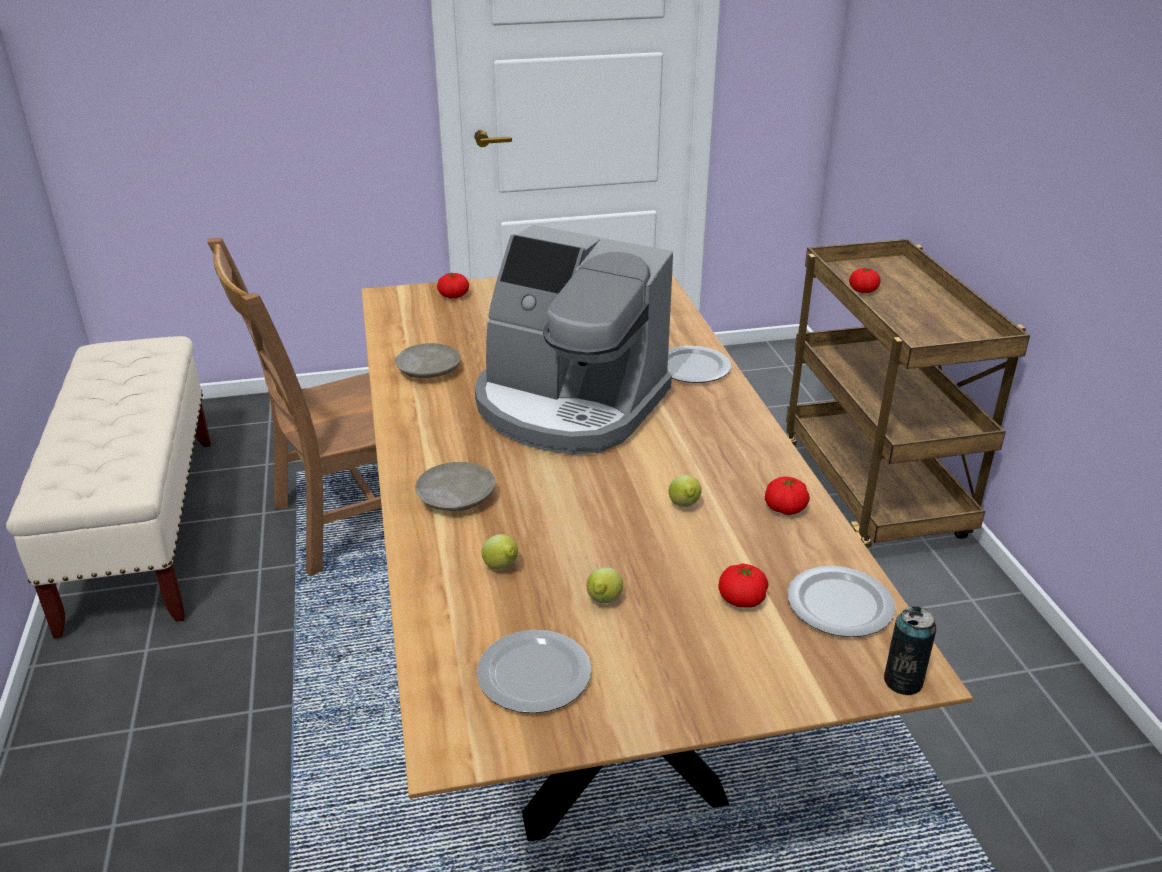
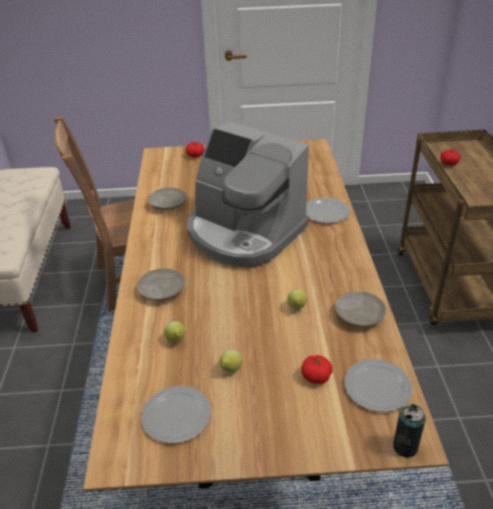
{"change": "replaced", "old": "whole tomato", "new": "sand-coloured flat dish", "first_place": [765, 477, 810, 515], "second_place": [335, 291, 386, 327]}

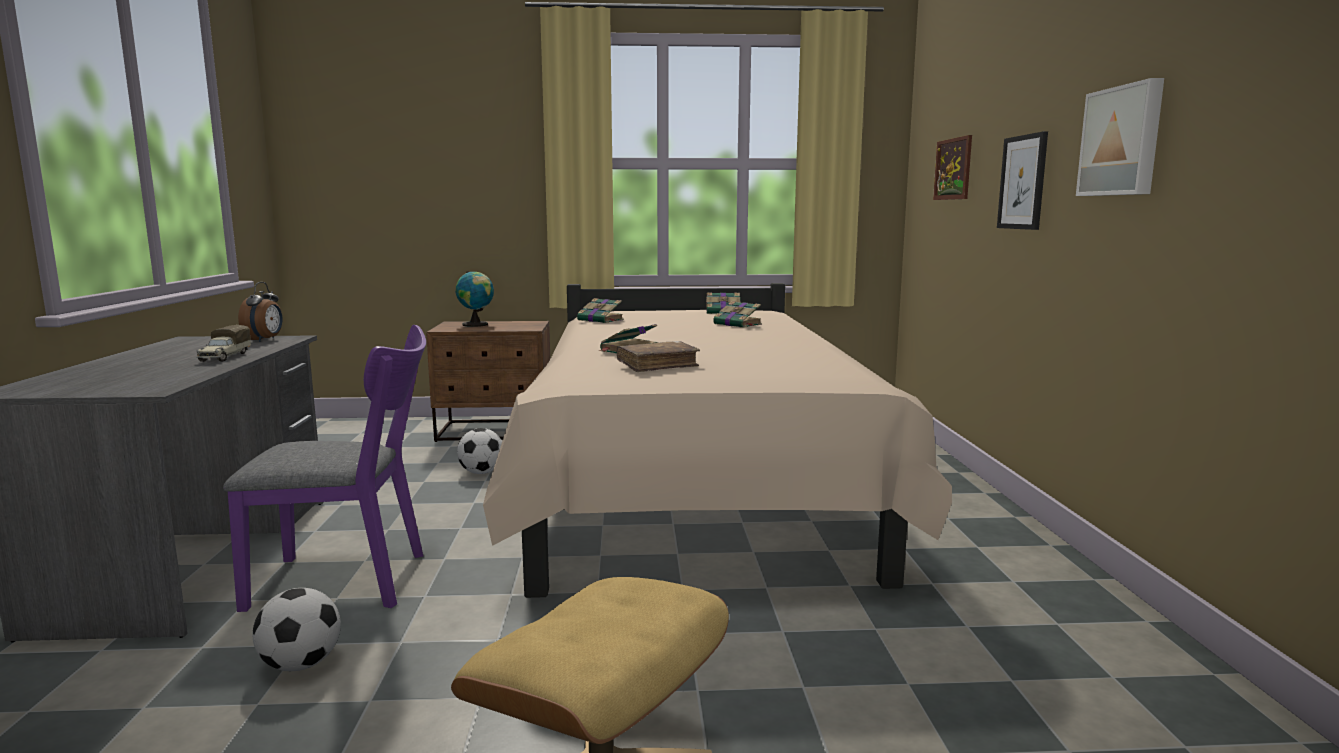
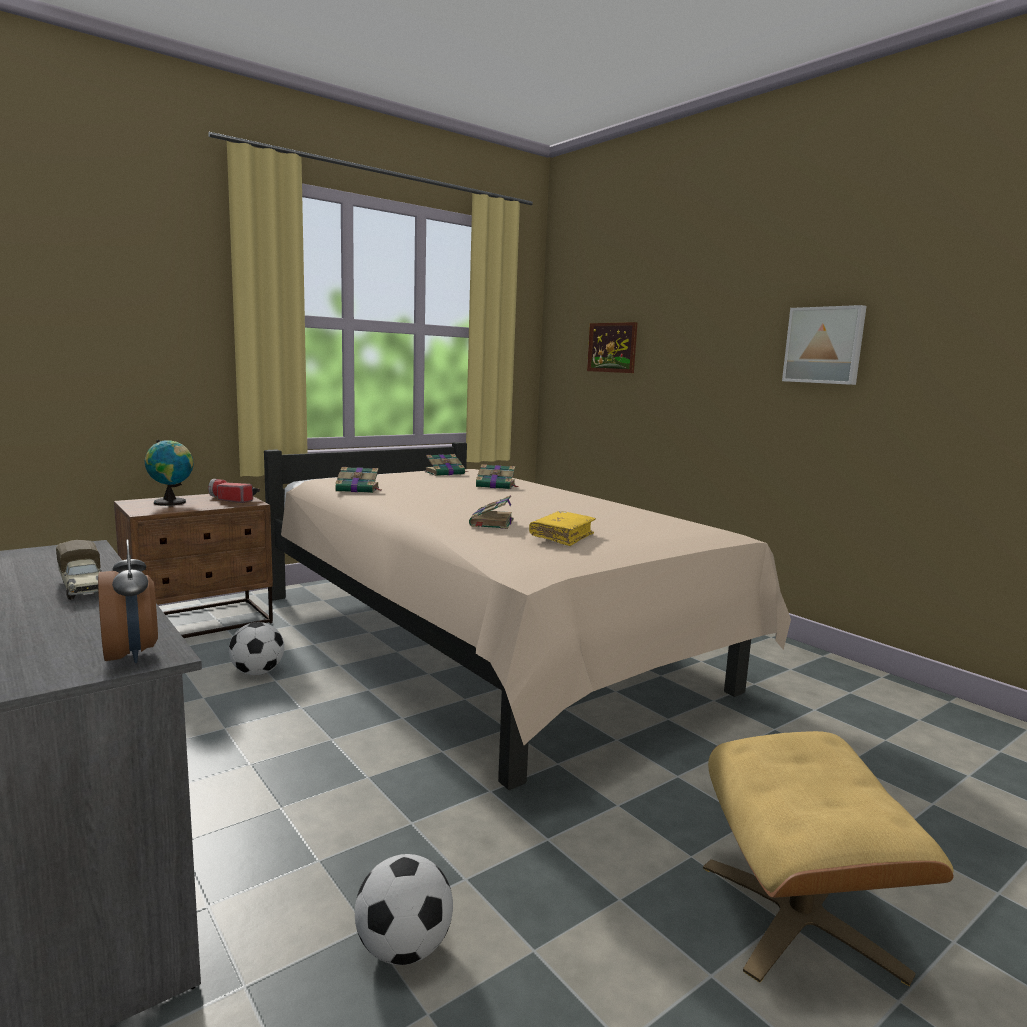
{"change": "removed", "old": "purple upright chair", "first_place": [223, 325, 426, 612]}
{"change": "moved", "old": "bedside clock", "first_place": [238, 282, 283, 342], "second_place": [98, 539, 158, 663]}
{"change": "recoloured", "old": "brownish volume", "new": "yellowish volume", "first_place": [617, 341, 700, 372], "second_place": [529, 511, 596, 546]}
{"change": "removed", "old": "wall picture", "first_place": [997, 131, 1048, 230]}
{"change": "added", "new": "torch", "second_place": [208, 479, 260, 503]}

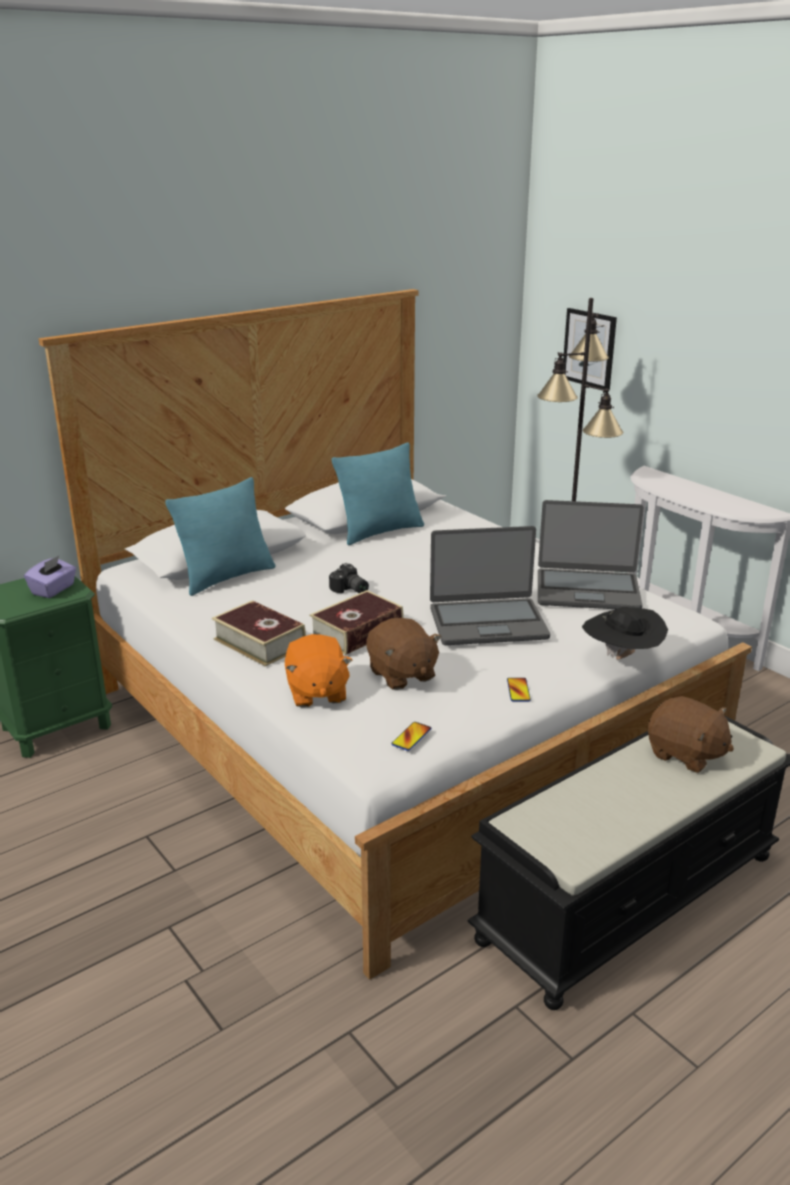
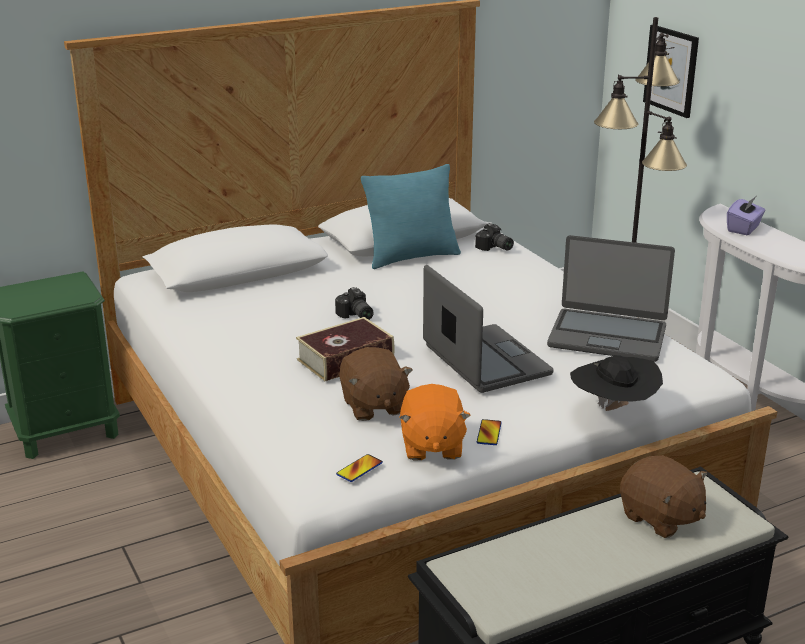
{"change": "moved", "old": "purple tissue box", "first_place": [24, 556, 76, 598], "second_place": [727, 197, 765, 235]}
{"change": "removed", "old": "blue-green throw pillow", "first_place": [165, 477, 276, 596]}
{"change": "removed", "old": "volume", "first_place": [212, 600, 306, 667]}
{"change": "moved", "old": "orange plush toy", "first_place": [285, 634, 352, 707], "second_place": [399, 384, 471, 460]}
{"change": "turned", "old": "portable computer", "first_place": [430, 526, 550, 645], "second_place": [423, 265, 554, 393], "degrees": -120}
{"change": "added", "new": "still camera", "second_place": [475, 223, 514, 251]}

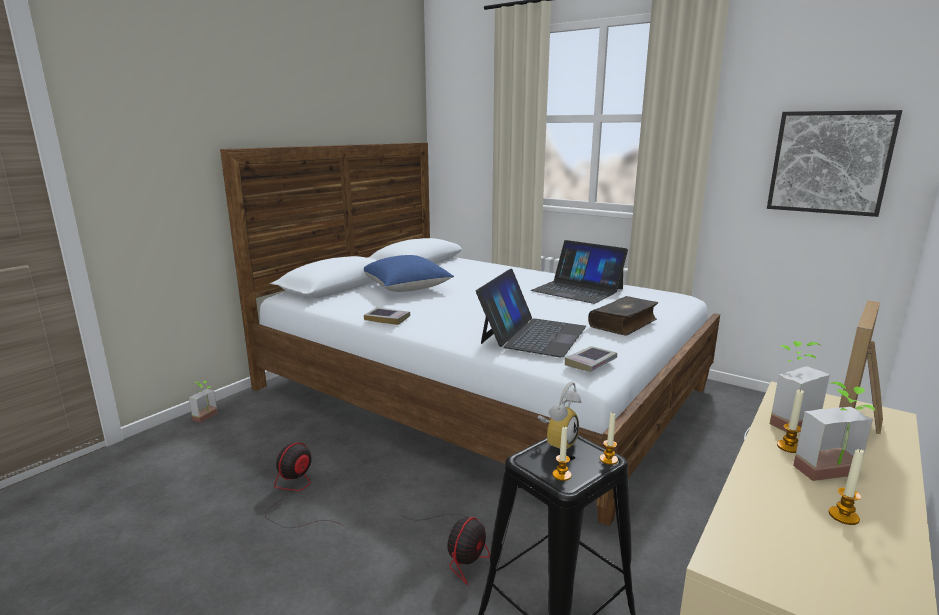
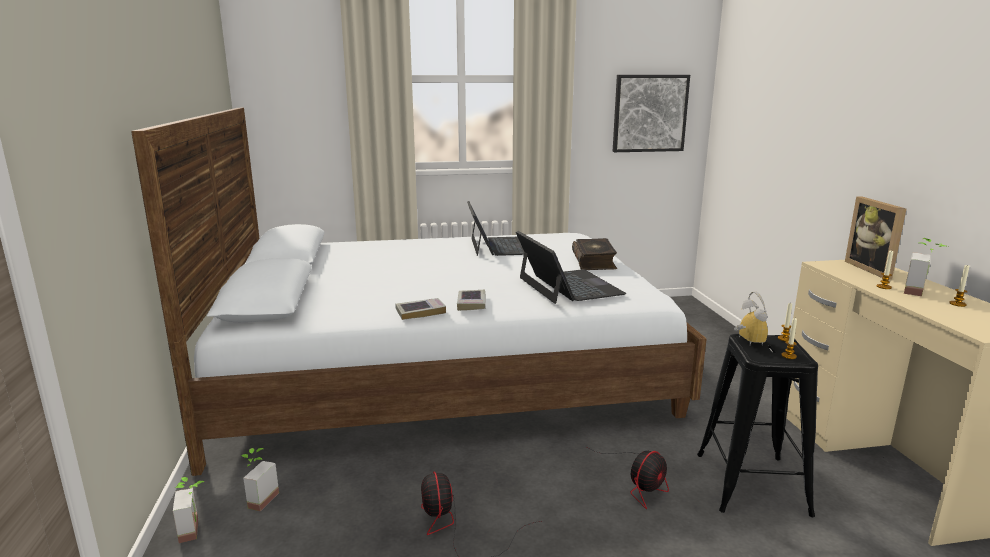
{"change": "removed", "old": "blue throw pillow", "first_place": [364, 255, 454, 292]}
{"change": "turned", "old": "electric fan", "first_place": [400, 514, 490, 585], "second_place": [587, 447, 669, 509], "degrees": 60}
{"change": "turned", "old": "portable computer", "first_place": [531, 240, 628, 304], "second_place": [467, 201, 524, 256], "degrees": -90}
{"change": "moved", "old": "volume", "first_place": [565, 346, 617, 372], "second_place": [457, 290, 486, 311]}
{"change": "moved", "old": "potted plant", "first_place": [770, 341, 830, 432], "second_place": [241, 448, 279, 511]}

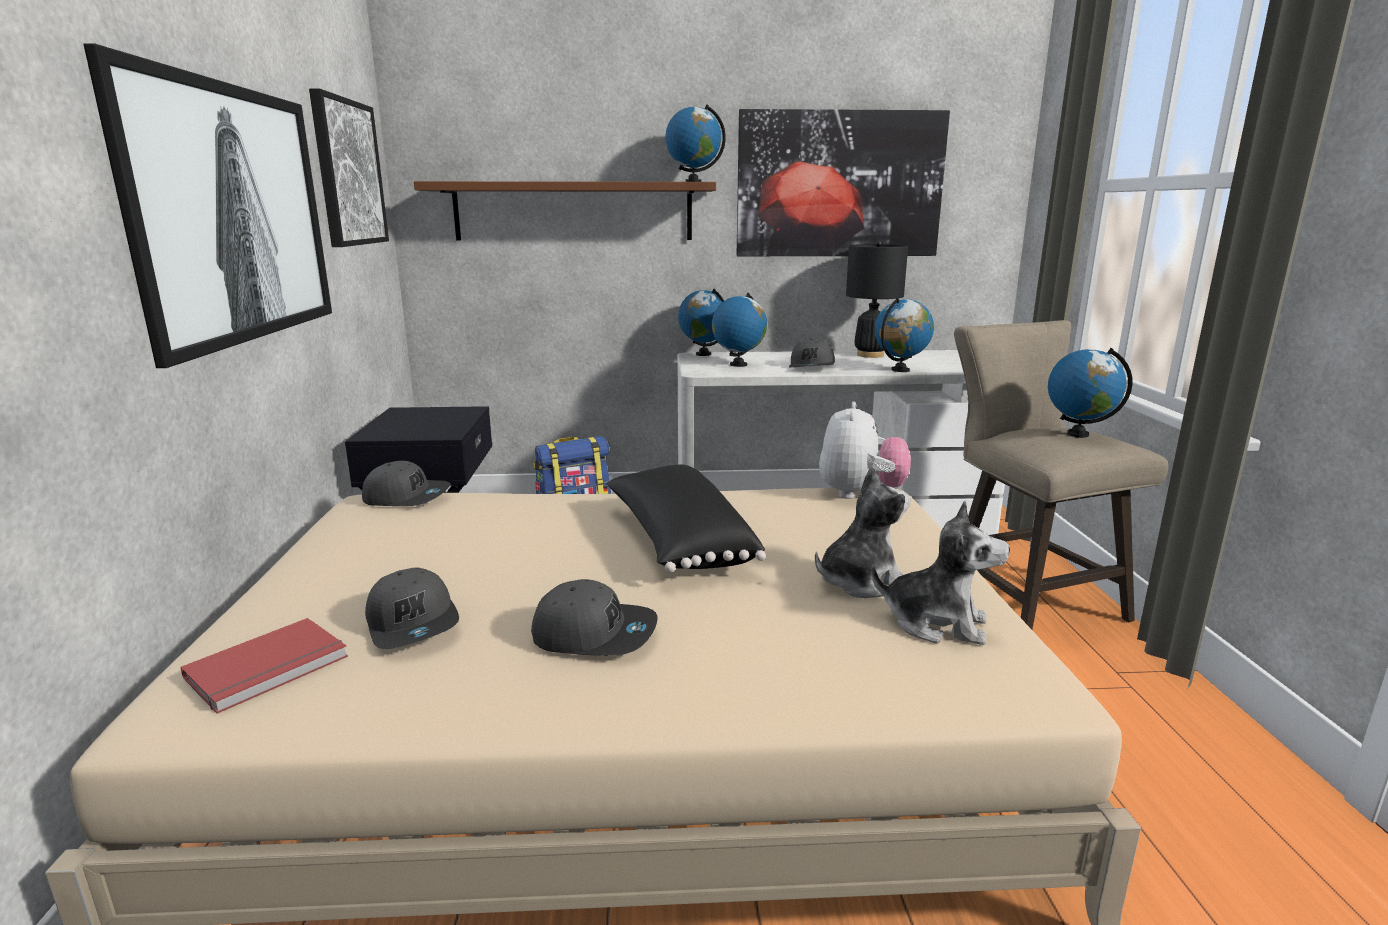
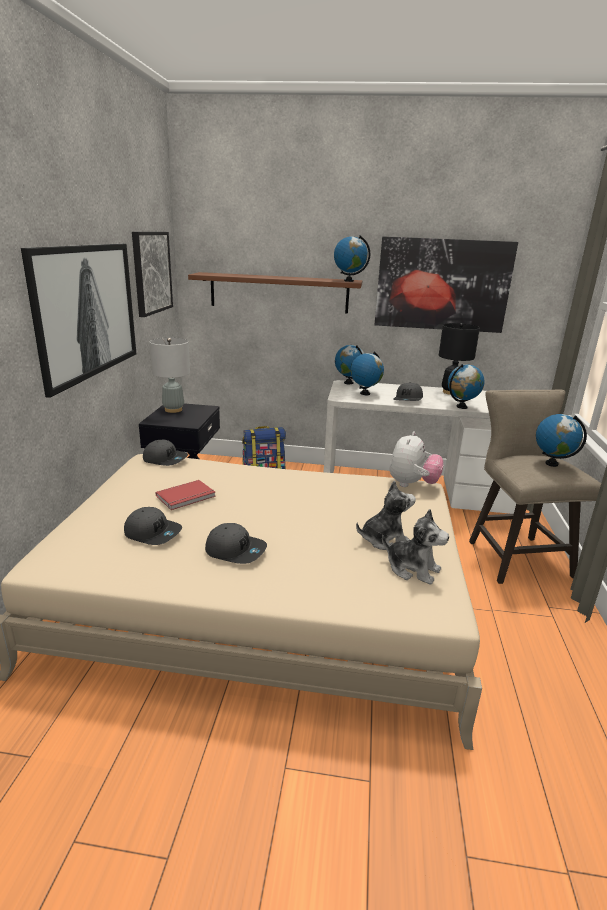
{"change": "moved", "old": "red volume", "first_place": [181, 618, 348, 714], "second_place": [156, 480, 216, 510]}
{"change": "turned", "old": "grey baseball cap", "first_place": [365, 567, 459, 649], "second_place": [124, 507, 182, 545], "degrees": -45}
{"change": "removed", "old": "blackish throw pillow", "first_place": [607, 465, 766, 573]}
{"change": "added", "new": "grey lamp for a table", "second_place": [150, 338, 190, 413]}

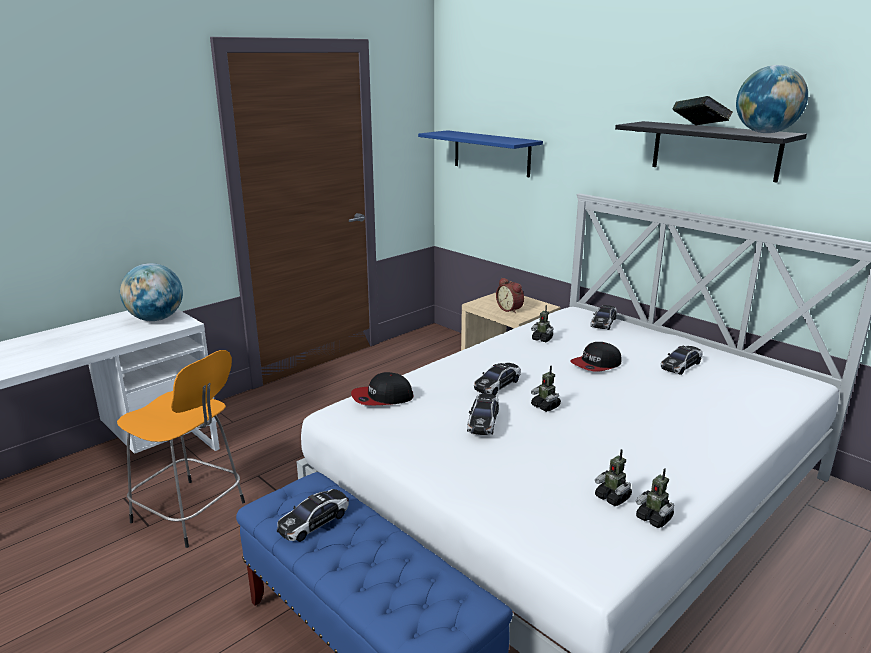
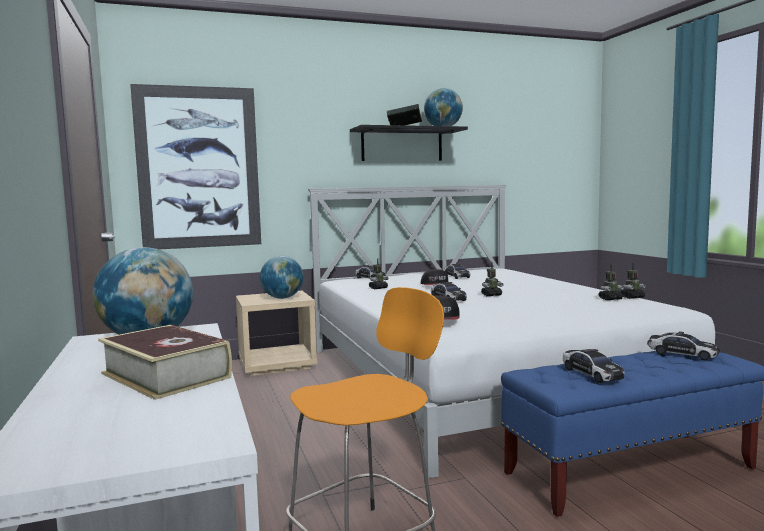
{"change": "replaced", "old": "blue bracket shelf", "new": "wall picture", "first_place": [418, 130, 543, 177], "second_place": [130, 84, 261, 249]}
{"change": "moved", "old": "model car", "first_place": [467, 394, 499, 435], "second_place": [647, 331, 720, 360]}
{"change": "replaced", "old": "bedside clock", "new": "desk globe", "first_place": [496, 278, 524, 314], "second_place": [260, 256, 303, 299]}
{"change": "added", "new": "volume", "second_place": [98, 325, 232, 400]}

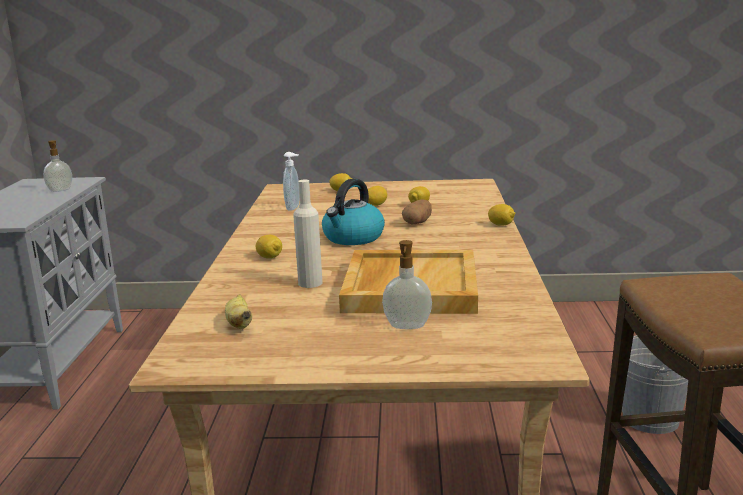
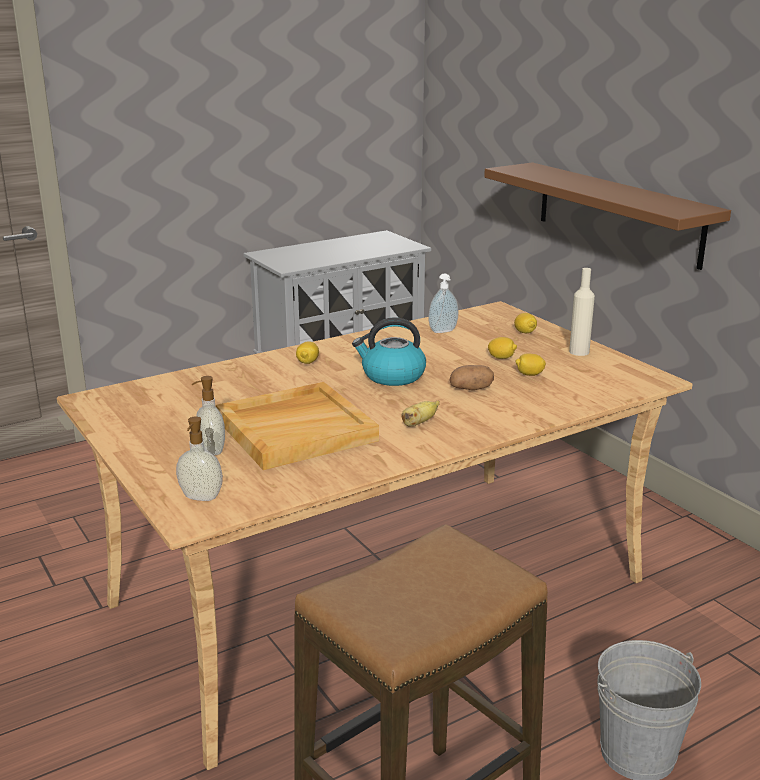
{"change": "moved", "old": "soap dispenser", "first_place": [43, 140, 72, 192], "second_place": [176, 417, 223, 501]}
{"change": "moved", "old": "banana fruit", "first_place": [225, 294, 252, 329], "second_place": [402, 401, 440, 427]}
{"change": "moved", "old": "sand-coloured beverage bottle", "first_place": [293, 180, 323, 288], "second_place": [569, 268, 595, 356]}
{"change": "removed", "old": "lemon", "first_place": [488, 204, 515, 226]}
{"change": "added", "new": "brownish bracket shelf", "second_place": [484, 162, 731, 270]}

